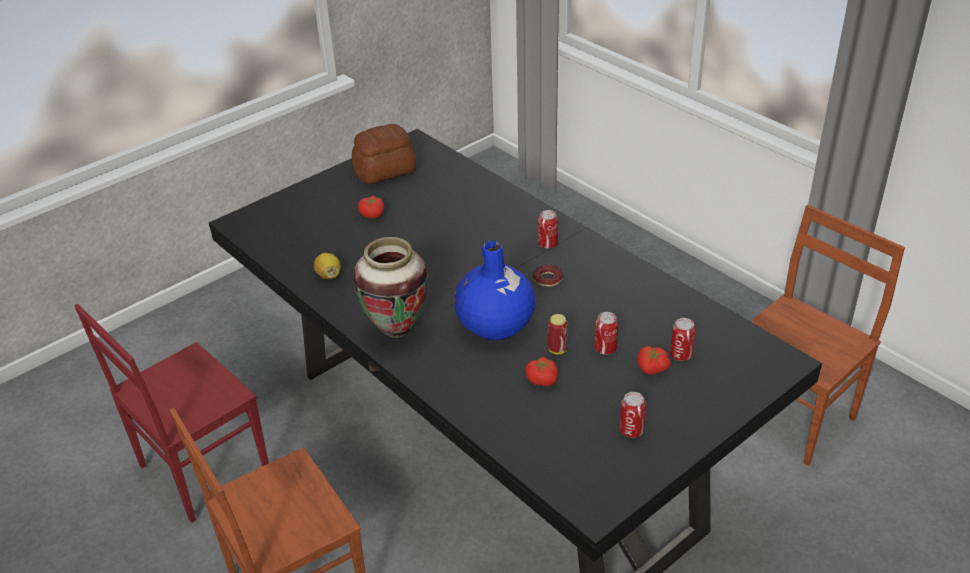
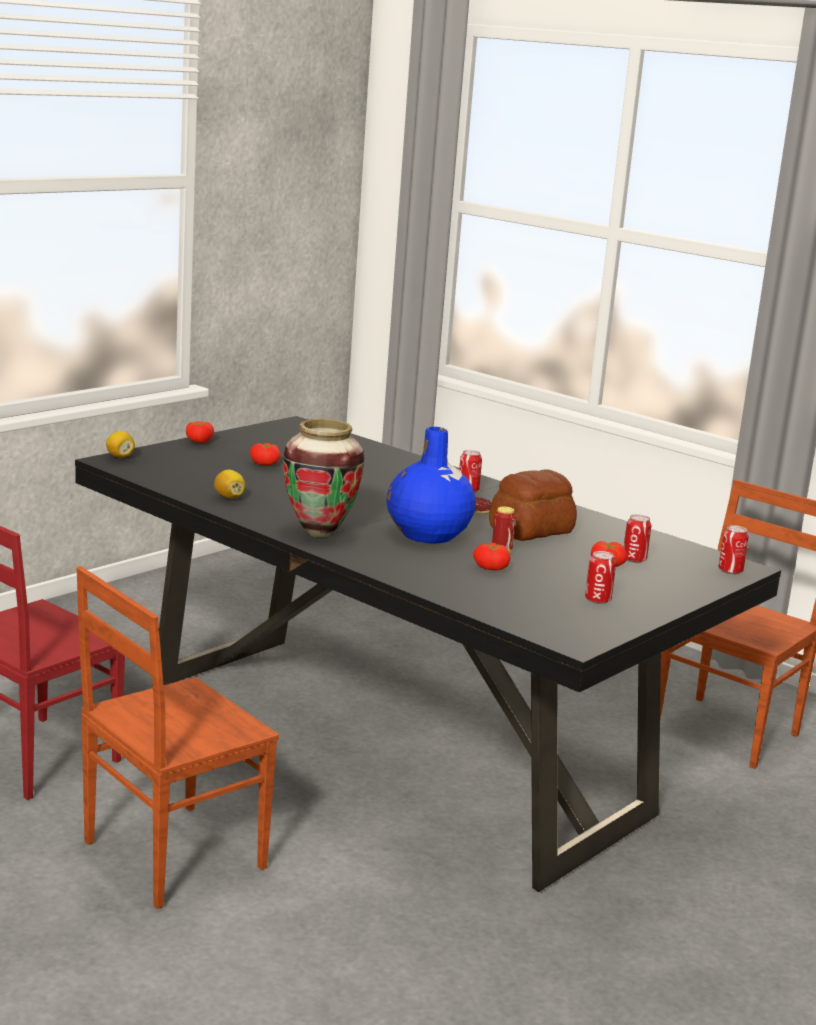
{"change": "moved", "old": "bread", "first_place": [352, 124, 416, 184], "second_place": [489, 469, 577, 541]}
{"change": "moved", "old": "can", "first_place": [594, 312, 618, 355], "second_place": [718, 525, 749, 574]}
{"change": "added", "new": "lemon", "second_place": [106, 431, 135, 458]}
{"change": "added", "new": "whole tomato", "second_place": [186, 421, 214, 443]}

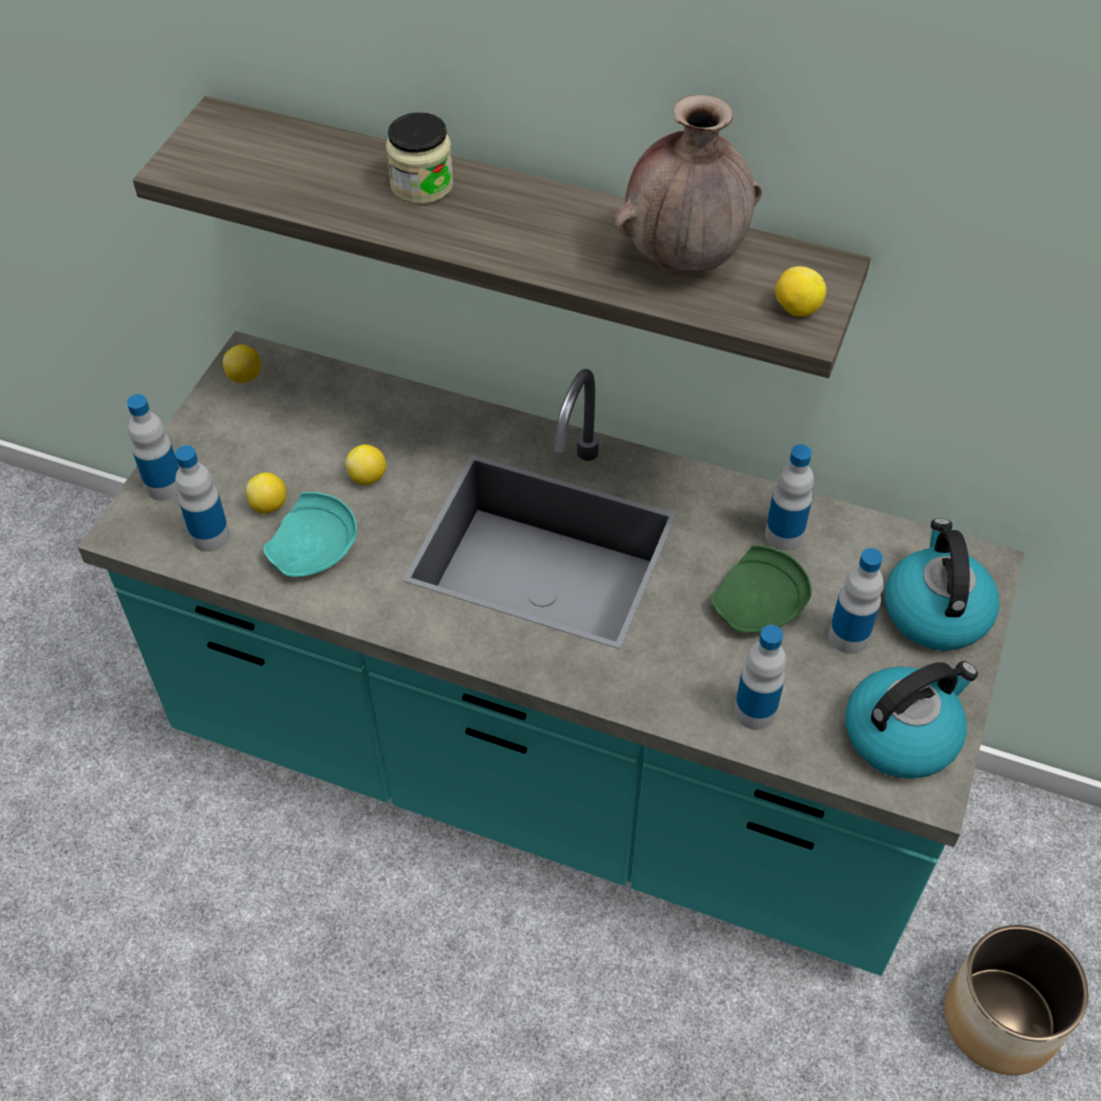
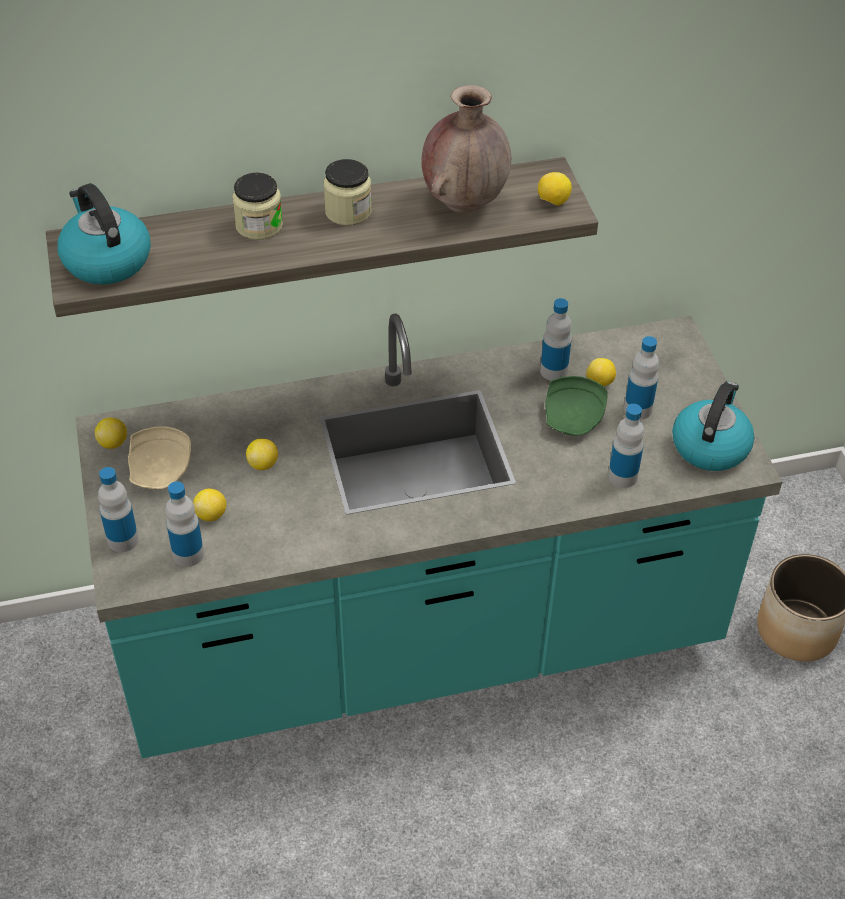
{"change": "removed", "old": "blue-green flat dish", "first_place": [263, 492, 357, 577]}
{"change": "moved", "old": "tea kettle", "first_place": [885, 518, 999, 651], "second_place": [57, 183, 151, 284]}
{"change": "added", "new": "sand-coloured flat dish", "second_place": [128, 426, 191, 489]}
{"change": "added", "new": "preserve jar", "second_place": [323, 159, 372, 226]}
{"change": "added", "new": "lemon", "second_place": [586, 358, 616, 387]}

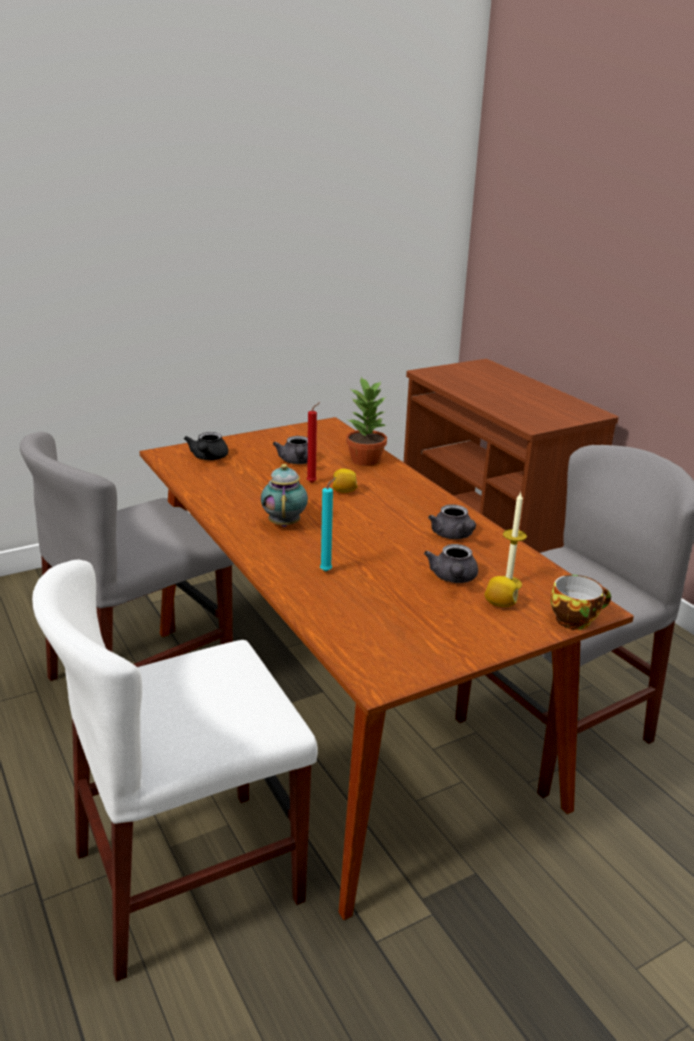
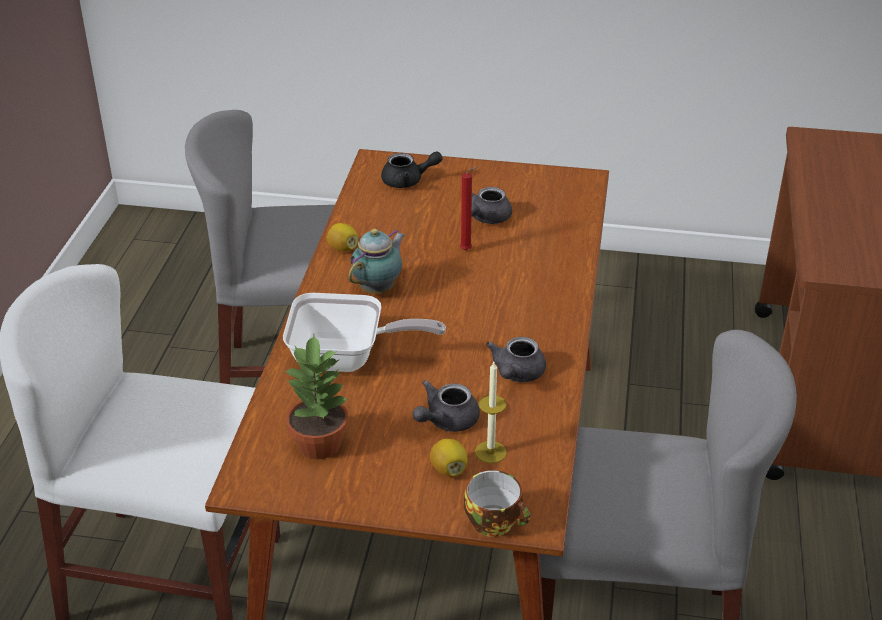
{"change": "turned", "old": "blackish tea pot", "first_place": [184, 432, 228, 460], "second_place": [381, 151, 443, 188], "degrees": -135}
{"change": "replaced", "old": "blue-green wax candle", "new": "frying pan", "first_place": [320, 477, 337, 571], "second_place": [283, 293, 446, 372]}
{"change": "moved", "old": "lemon", "first_place": [333, 469, 358, 493], "second_place": [327, 223, 358, 252]}
{"change": "moved", "old": "potted plant", "first_place": [346, 377, 387, 466], "second_place": [283, 335, 350, 459]}

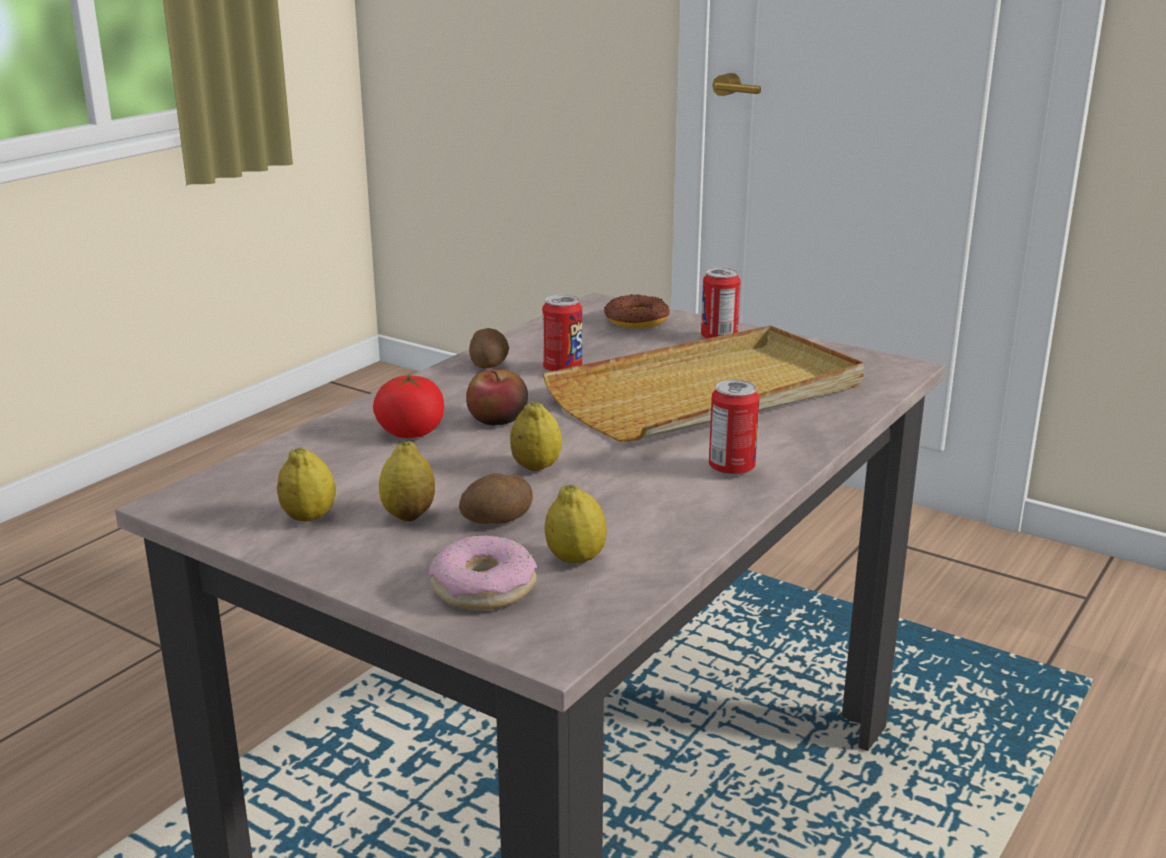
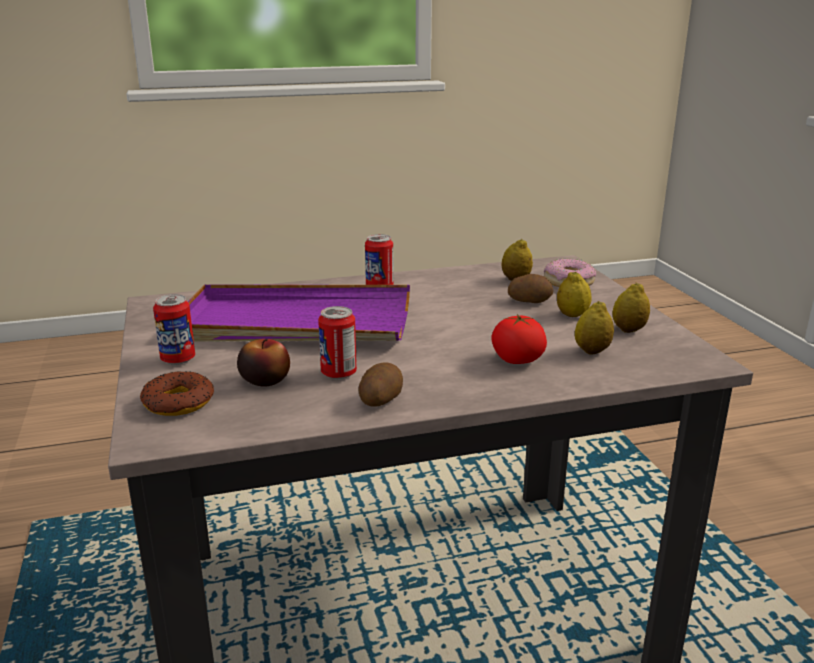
{"change": "moved", "old": "whole apple", "first_place": [466, 369, 528, 425], "second_place": [237, 339, 290, 387]}
{"change": "moved", "old": "lemon", "first_place": [510, 401, 562, 471], "second_place": [575, 301, 614, 355]}
{"change": "recoloured", "old": "sand-coloured serving tray", "new": "purple serving tray", "first_place": [543, 325, 865, 442], "second_place": [188, 284, 410, 341]}

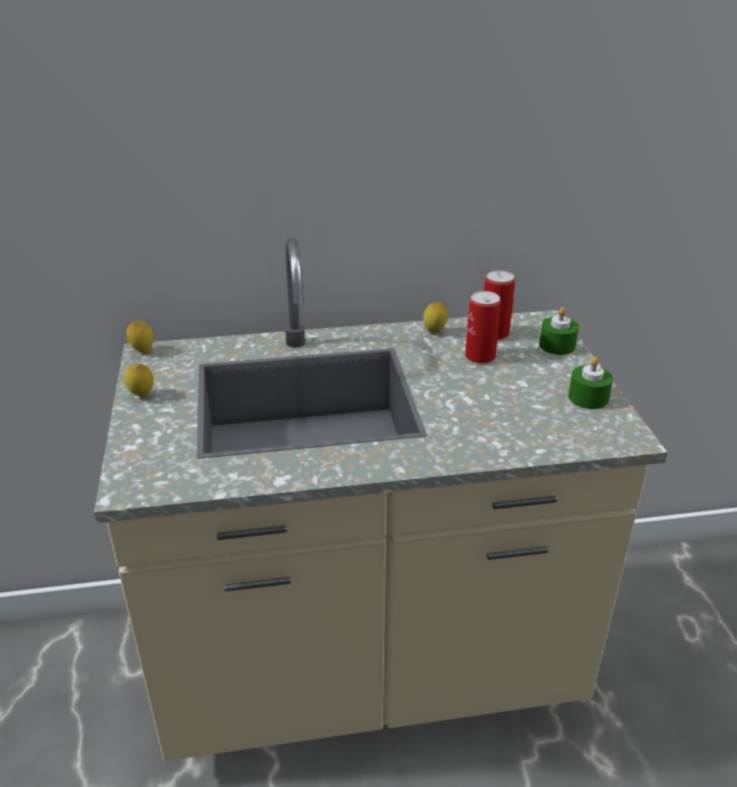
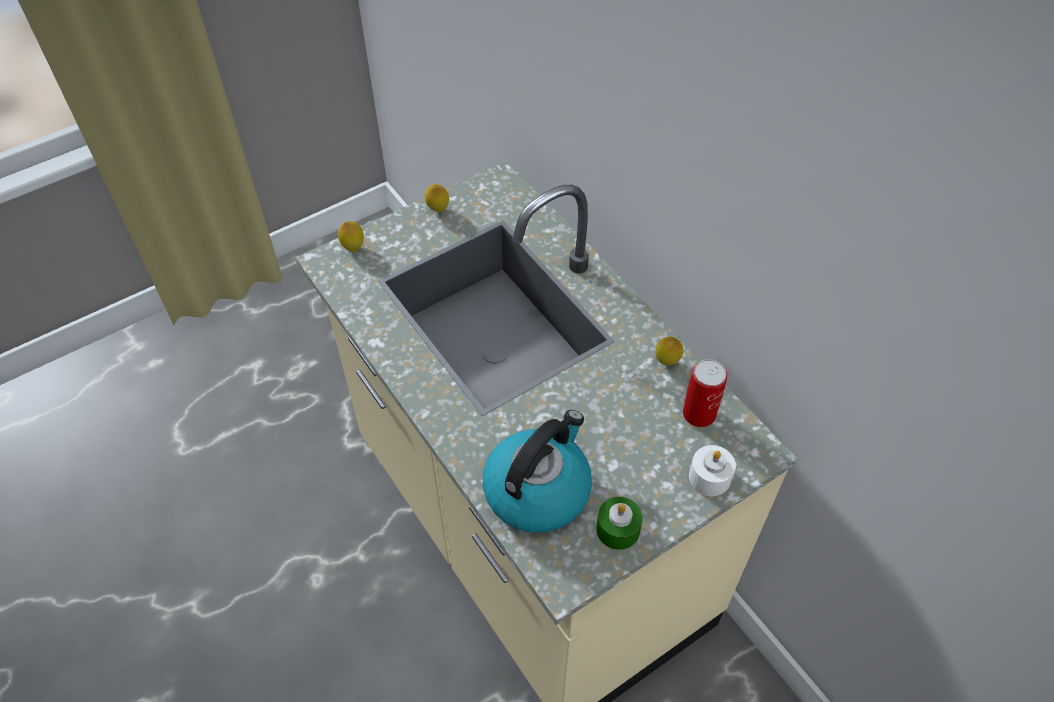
{"change": "moved", "old": "lemon", "first_place": [126, 321, 154, 353], "second_place": [338, 221, 364, 252]}
{"change": "removed", "old": "can", "first_place": [465, 291, 501, 364]}
{"change": "recoloured", "old": "greenish wax candle", "new": "whitish wax candle", "first_place": [539, 307, 579, 355], "second_place": [689, 445, 736, 496]}
{"change": "added", "new": "tea kettle", "second_place": [483, 410, 592, 533]}

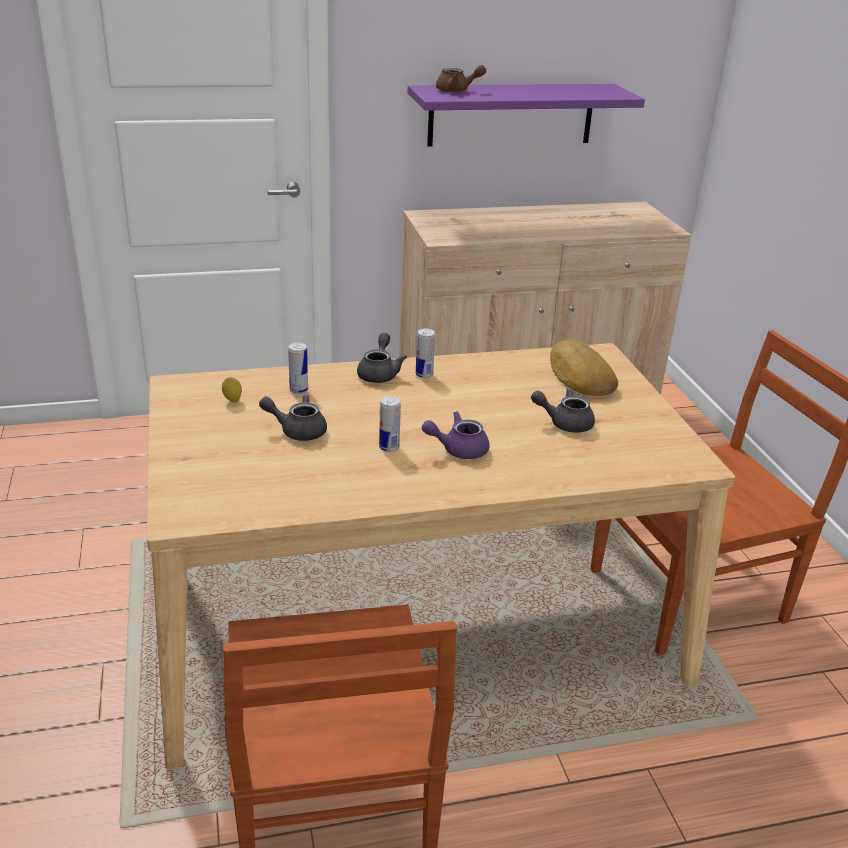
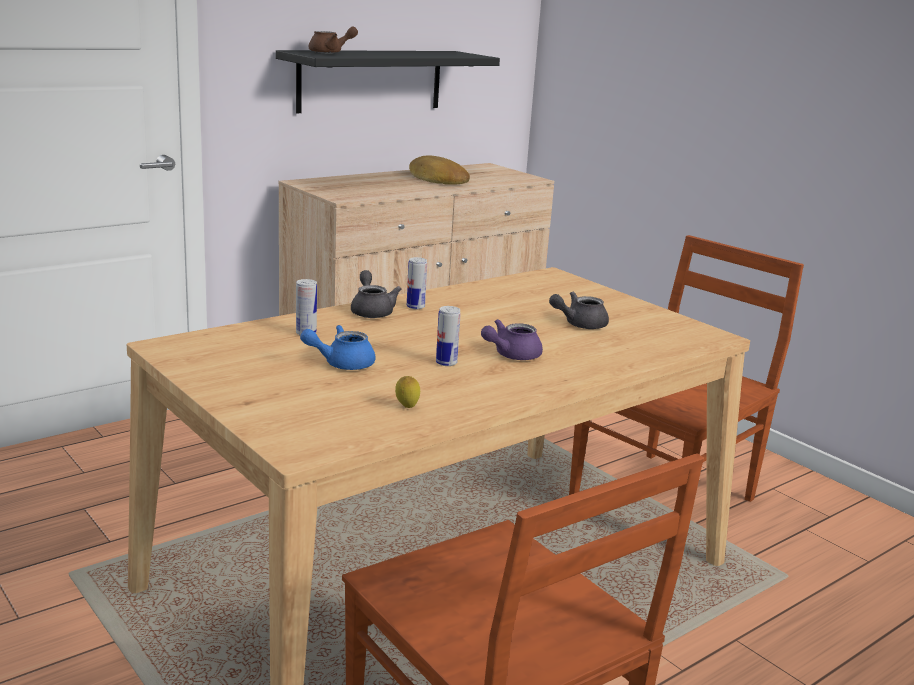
{"change": "moved", "old": "lemon", "first_place": [222, 377, 242, 402], "second_place": [395, 376, 420, 408]}
{"change": "recoloured", "old": "grey tea pot", "new": "blue tea pot", "first_place": [259, 394, 327, 441], "second_place": [300, 325, 375, 370]}
{"change": "recoloured", "old": "purple bracket shelf", "new": "blackish bracket shelf", "first_place": [408, 84, 645, 147], "second_place": [276, 50, 500, 113]}
{"change": "moved", "old": "bread", "first_place": [550, 339, 618, 396], "second_place": [409, 156, 470, 185]}

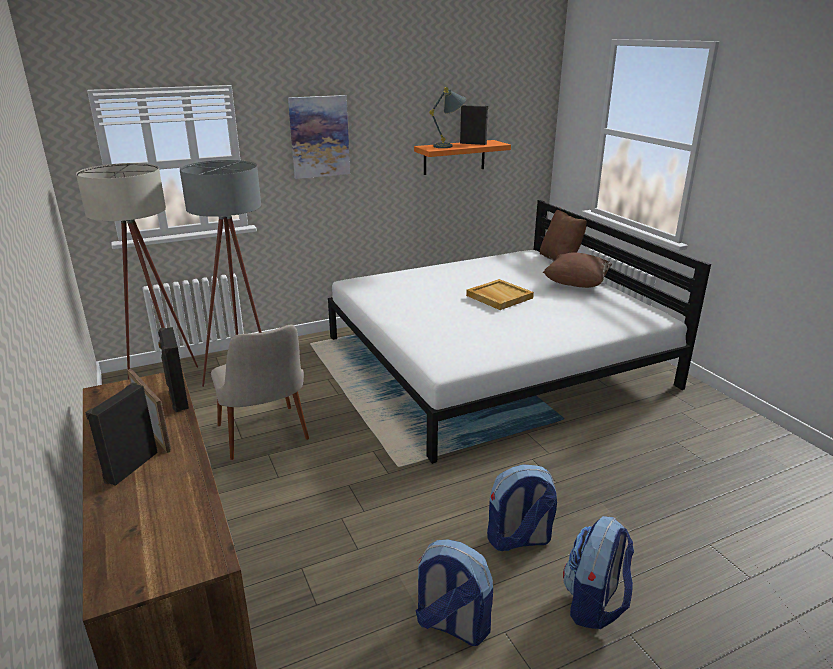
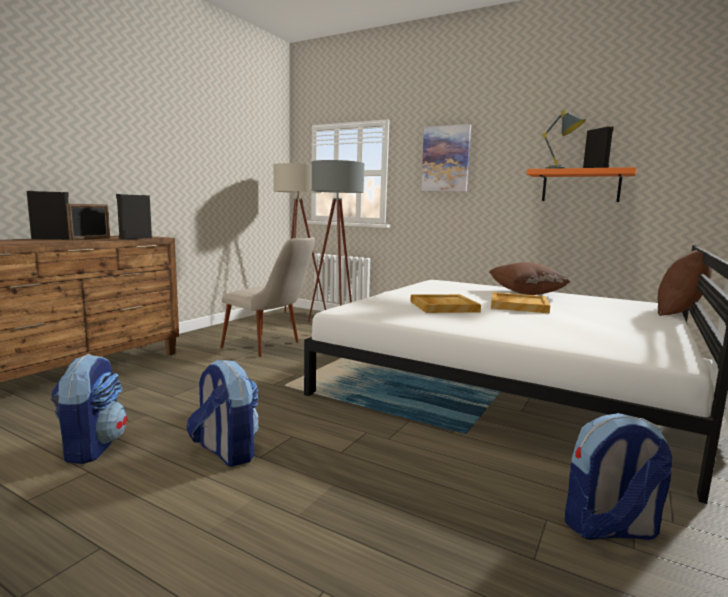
{"change": "turned", "old": "sand-coloured upright chair", "first_place": [211, 325, 309, 460], "second_place": [220, 237, 315, 357], "degrees": -90}
{"change": "moved", "old": "brownish throw pillow", "first_place": [543, 252, 612, 288], "second_place": [489, 262, 570, 295]}
{"change": "moved", "old": "backpack", "first_place": [563, 516, 634, 629], "second_place": [565, 413, 673, 540]}
{"change": "added", "new": "sand-coloured serving tray", "second_place": [410, 294, 481, 313]}

